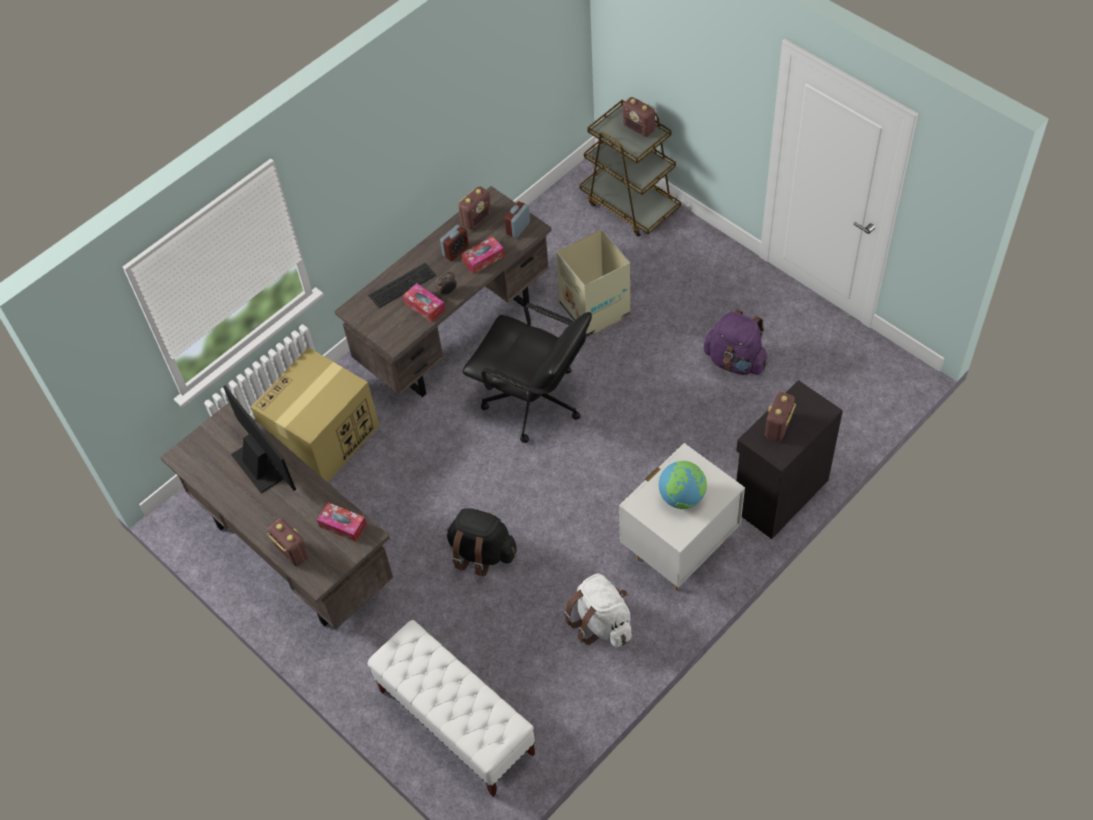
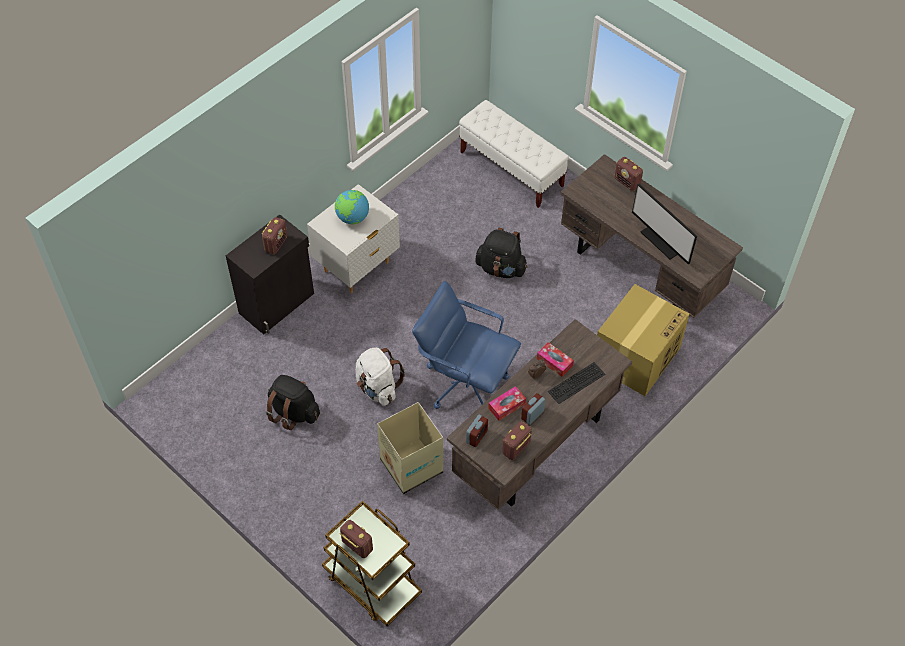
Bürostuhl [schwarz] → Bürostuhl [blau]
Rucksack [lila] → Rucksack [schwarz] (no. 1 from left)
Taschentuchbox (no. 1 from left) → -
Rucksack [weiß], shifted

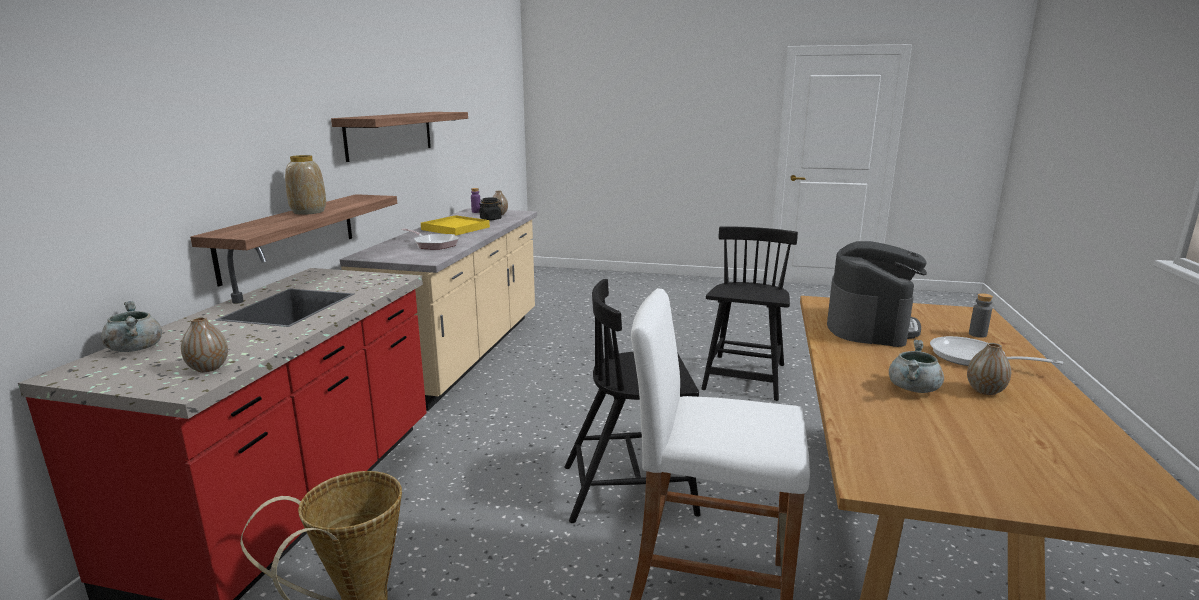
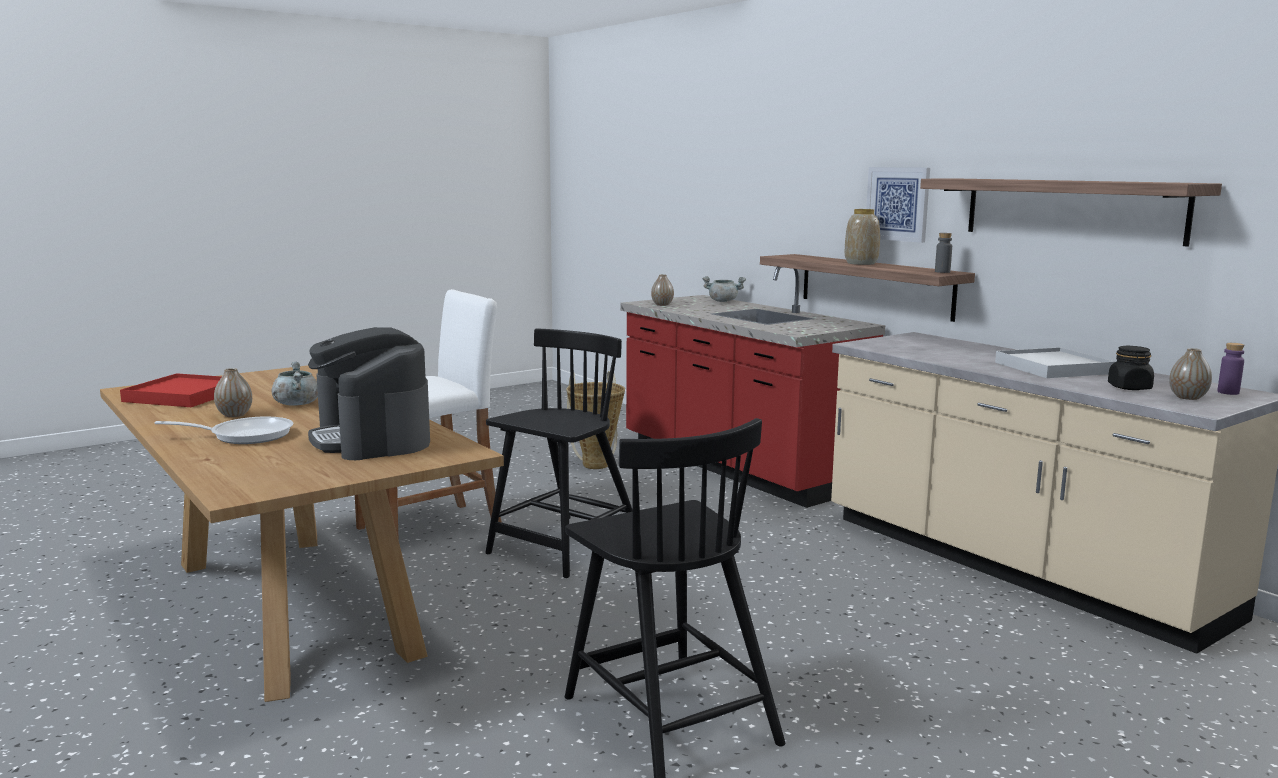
Tablett [gelb] → Tablett [weiß]
Pfanne (no. 1 from left) → -
Flasche [grau], shifted
- → Bild
- → Tablett [rot]

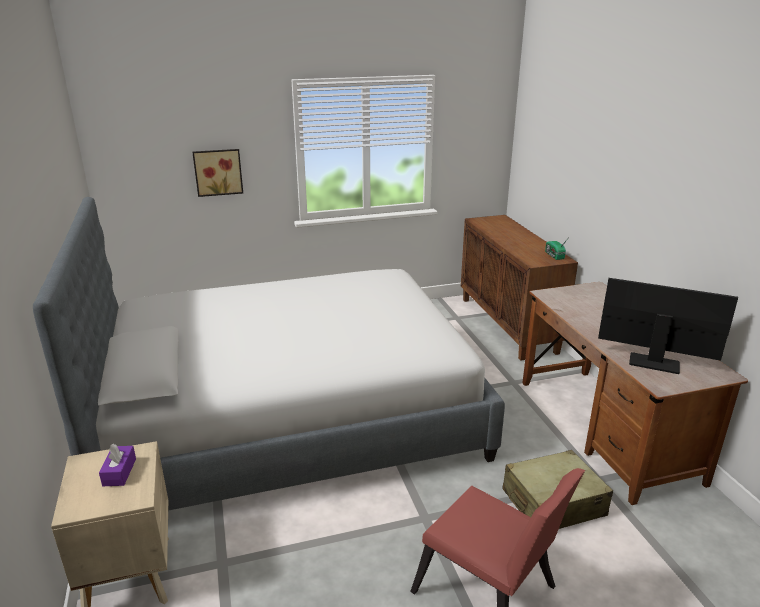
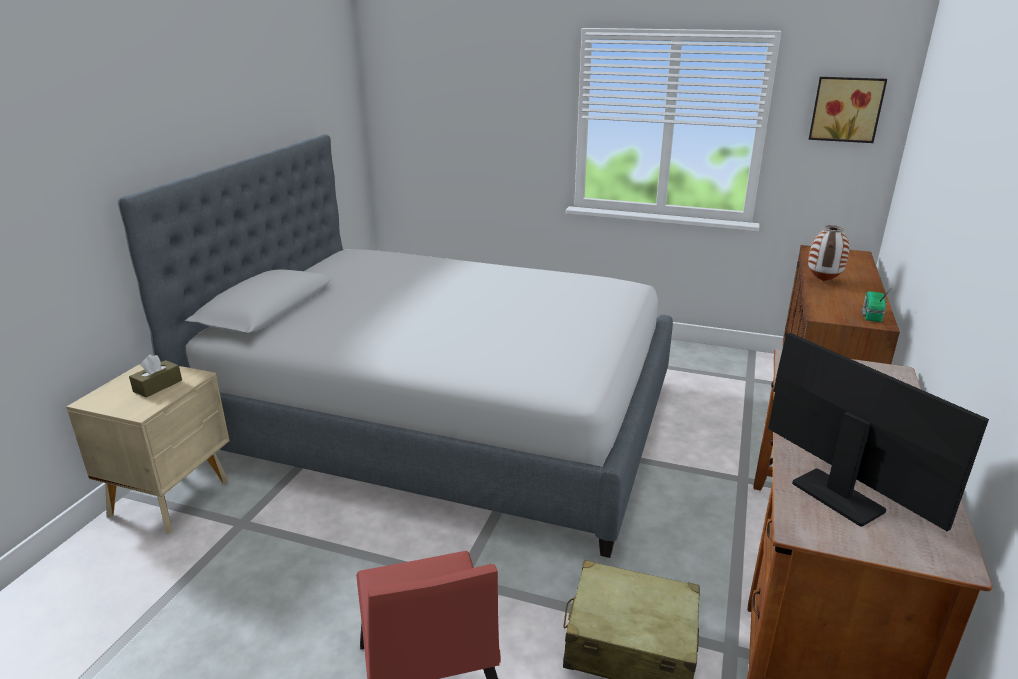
Bild, shifted
Taschentuchbox [lila] → Taschentuchbox [braun]
- → Vase

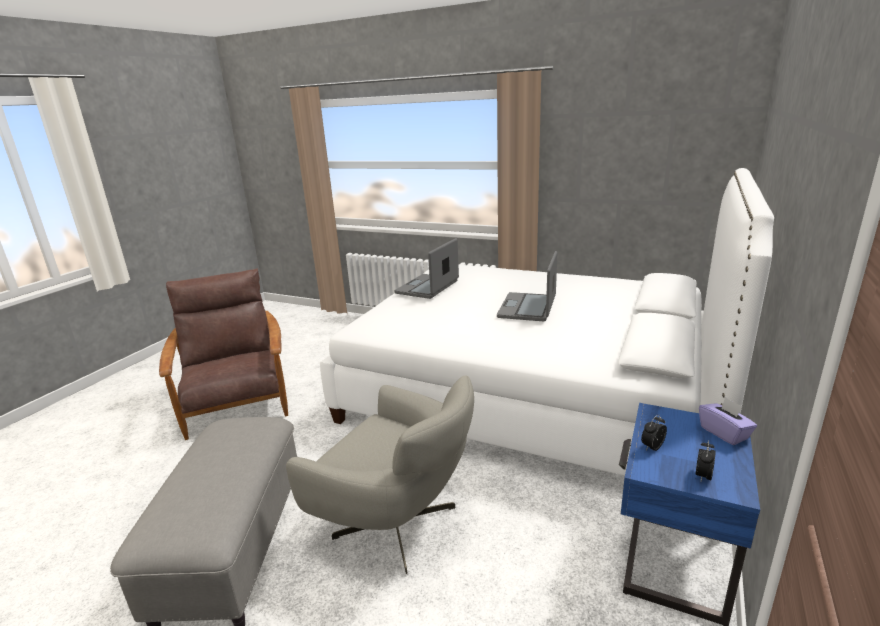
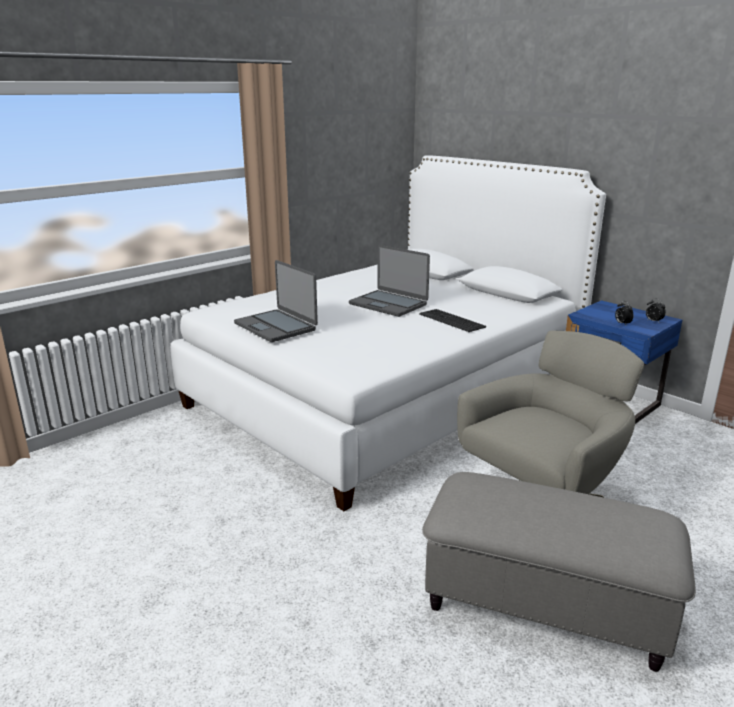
Sessel [braun] → -
Taschentuchbox [lila] → -
- → Tastatur

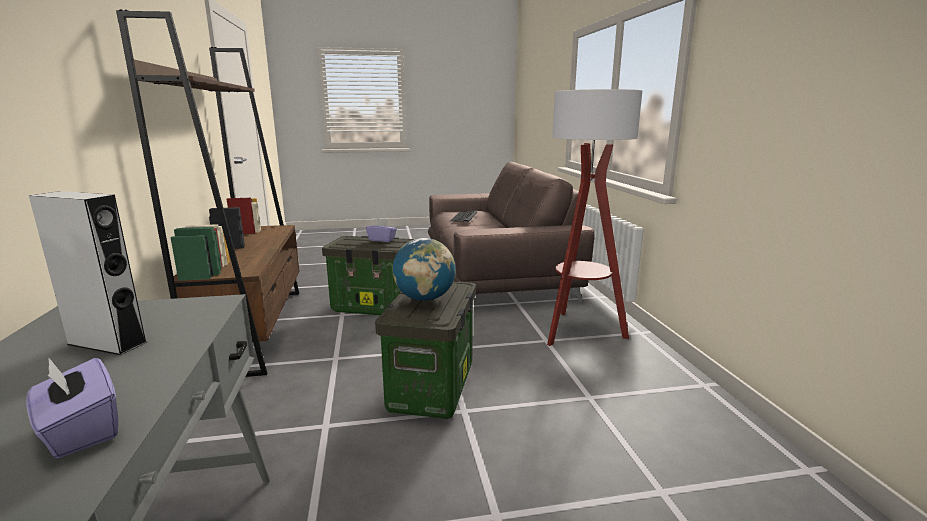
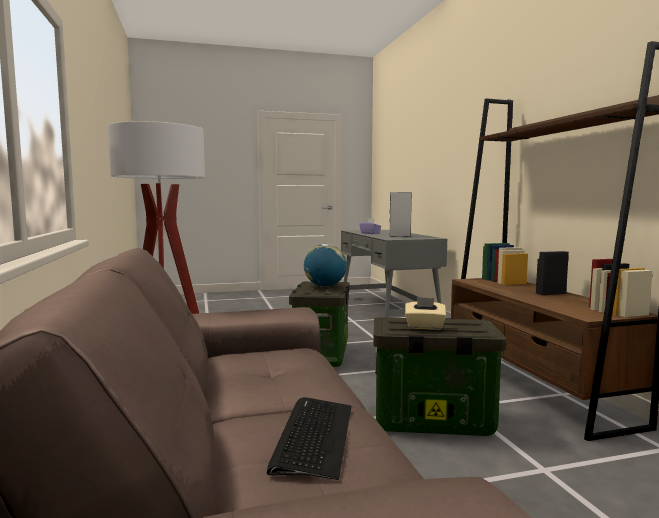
Taschentuchbox [lila] (no. 2 from left) → Taschentuchbox [beige]

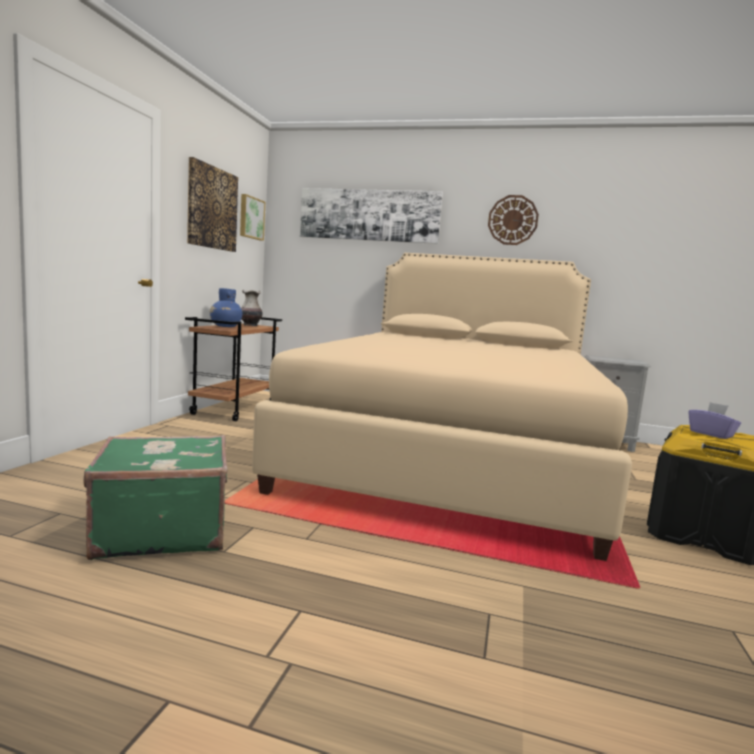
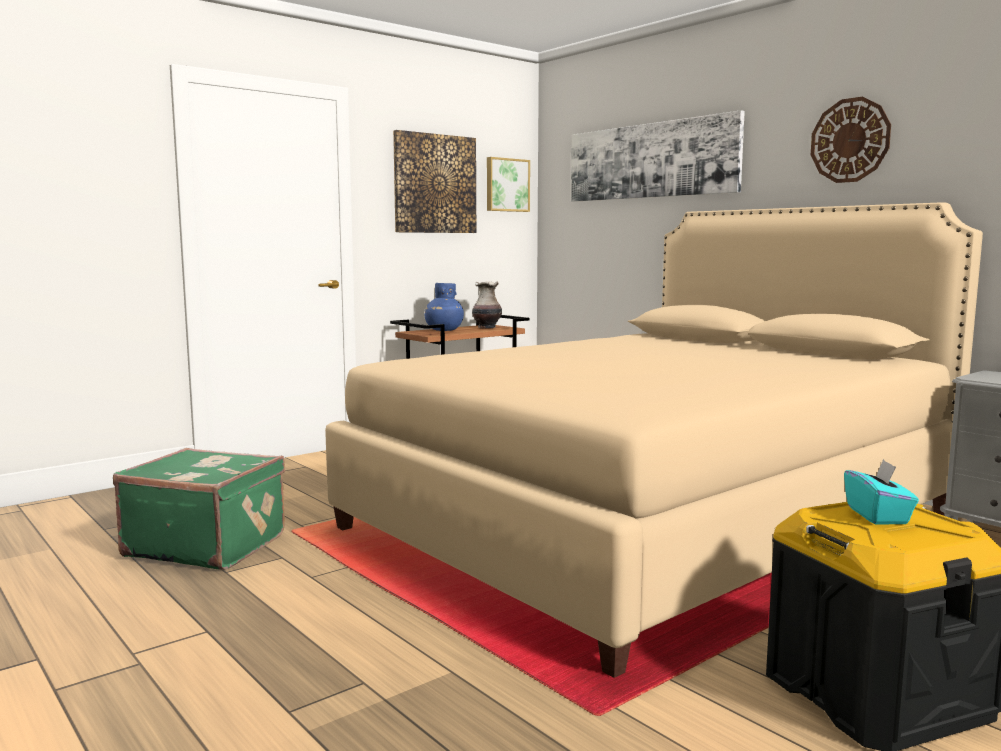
Taschentuchbox [lila] → Taschentuchbox [türkis]

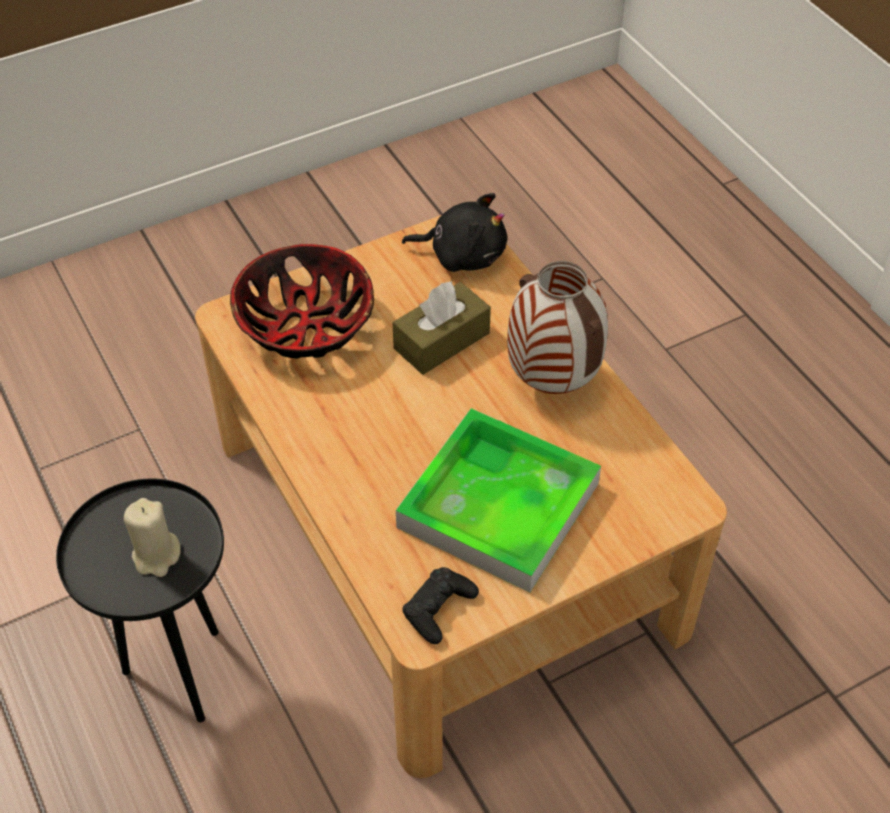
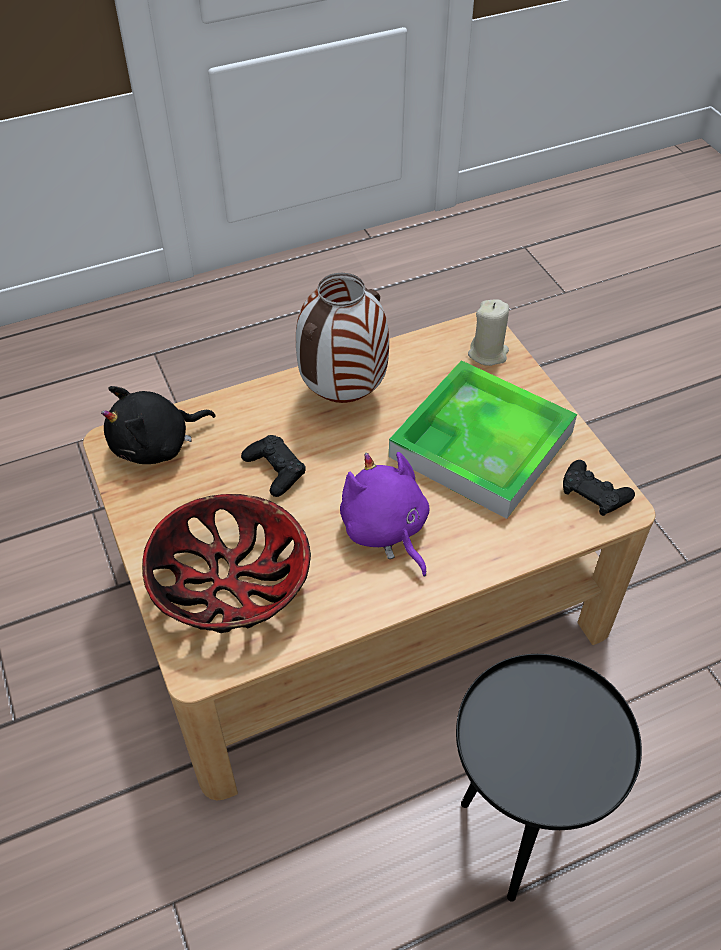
Plüschtier [schwarz], 135 degrees counterclockwise
Taschentuchbox [braun] → Gamepad [schwarz] (no. 1 from left)
Kerze [beige], shifted
- → Plüschtier [lila]

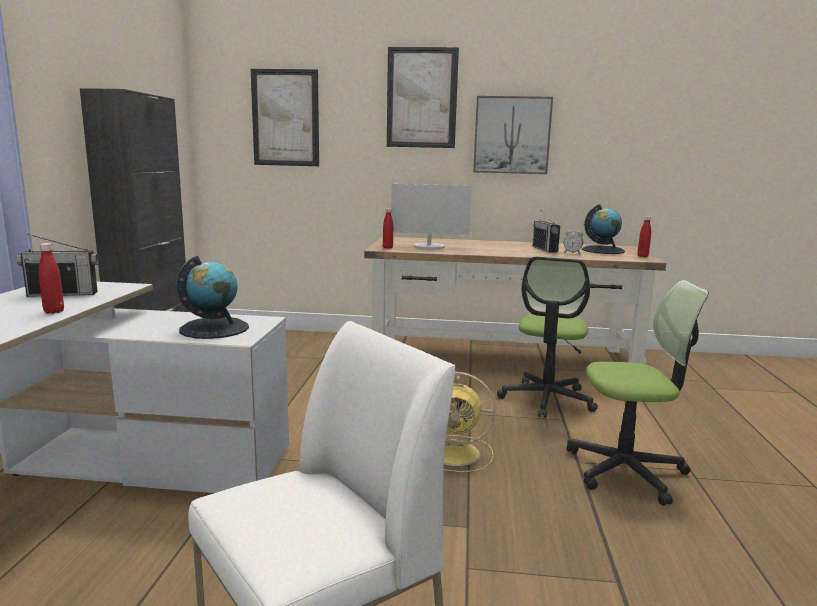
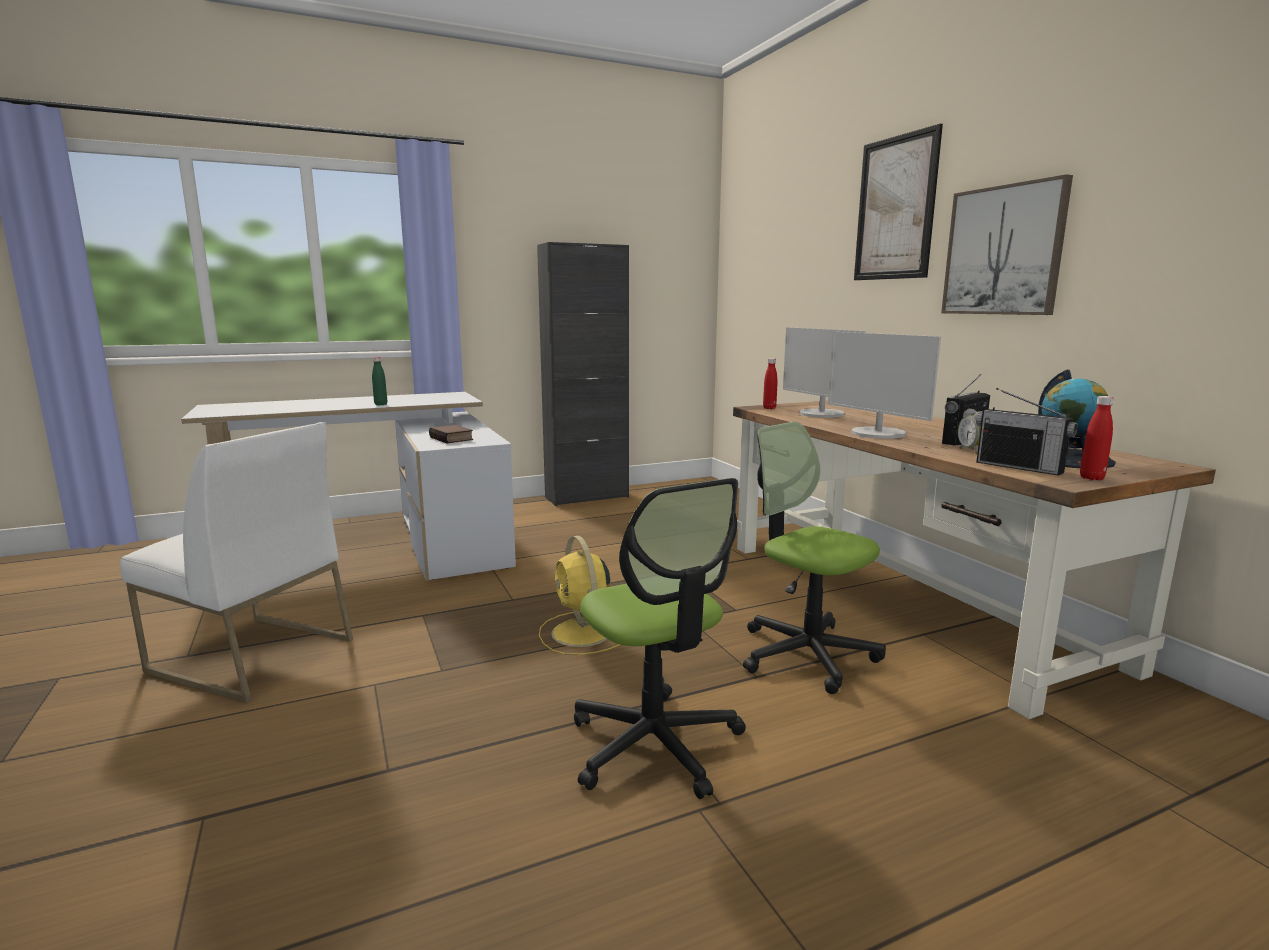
Bild (no. 1 from left) → -
Radio (no. 1 from left in the first image) → Radio (no. 2 from left), shifted
Flasche [rot] (no. 1 from left) → Flasche [grün]
Globus (no. 1 from left) → Buch
Bürostuhl (no. 1 from left in the first image) → Bürostuhl (no. 2 from left), 60 degrees clockwise
- → Monitor (no. 2 from left)

